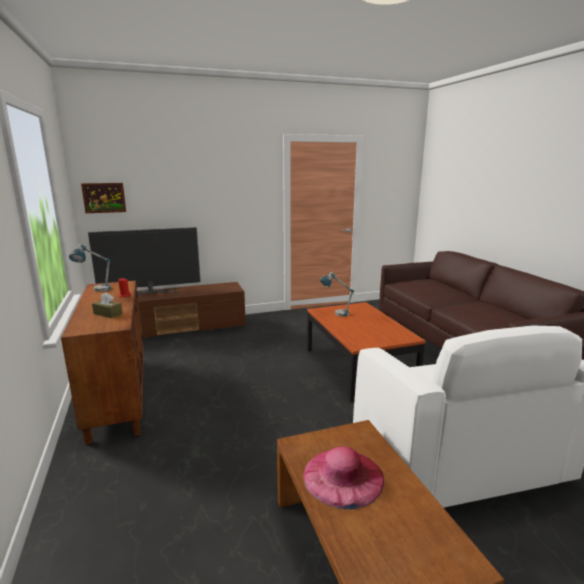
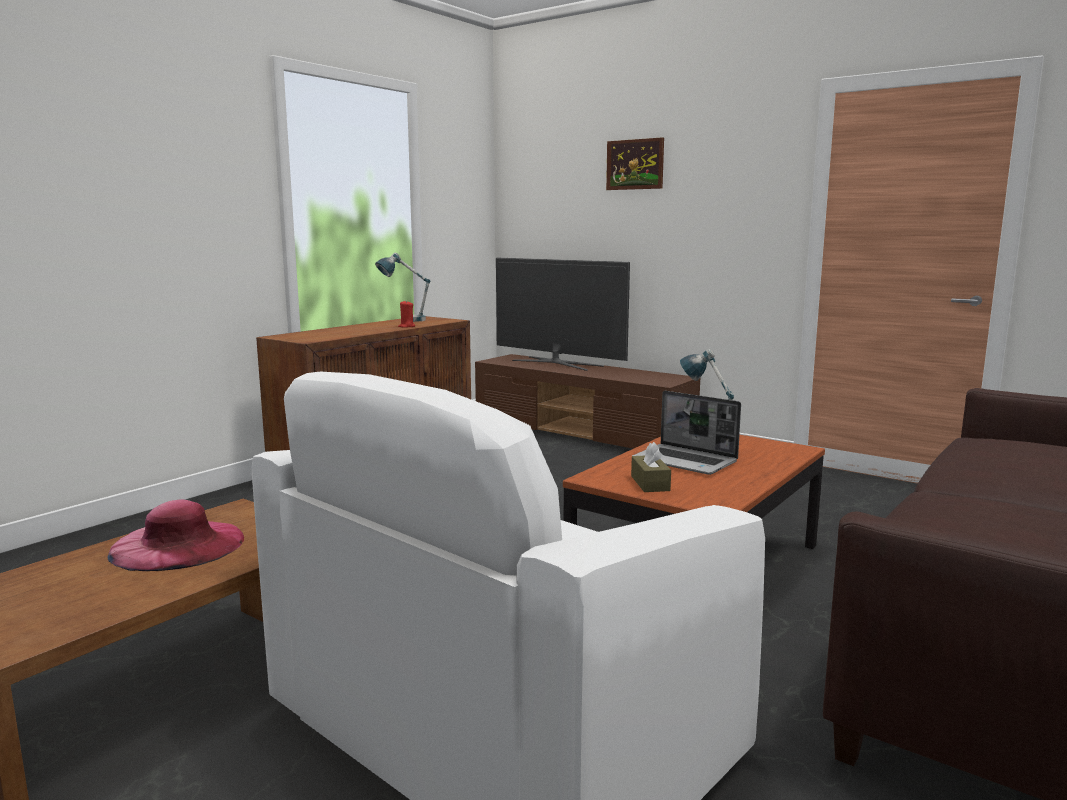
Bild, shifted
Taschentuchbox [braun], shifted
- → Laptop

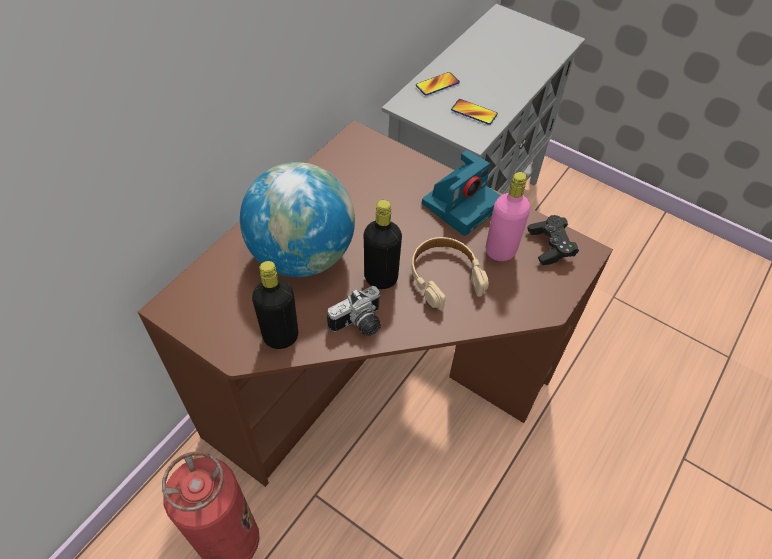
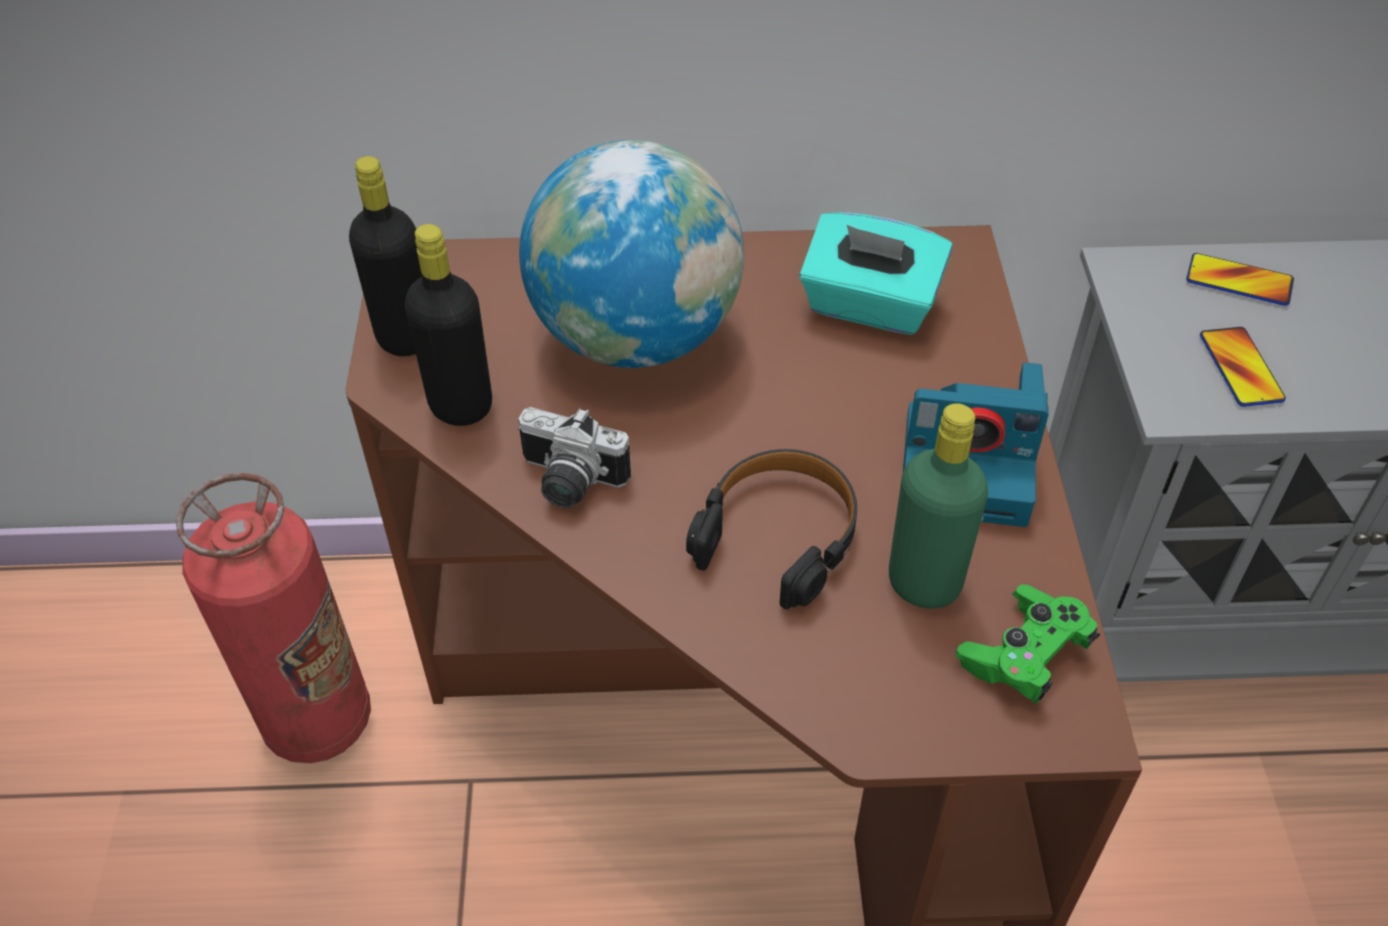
Flasche [rosa] → Flasche [grün]
Flasche [schwarz] (no. 2 from left in the first image) → Flasche [schwarz] (no. 1 from left), shifted
Gamepad [schwarz] → Gamepad [grün]
Kopfhörer [beige] → Kopfhörer [schwarz]
- → Taschentuchbox [türkis]

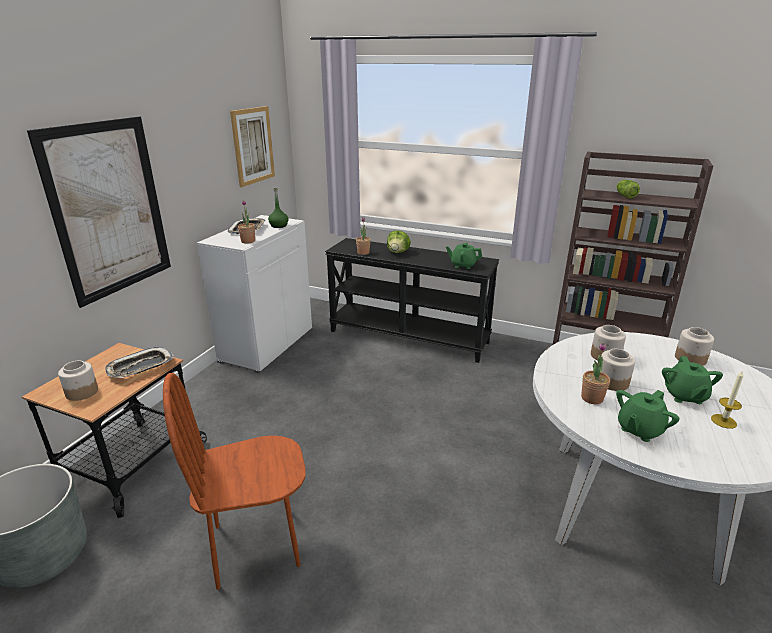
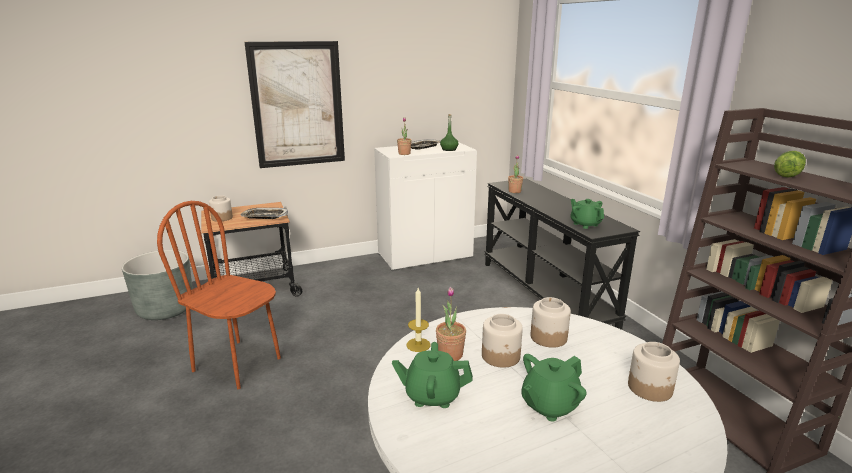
Bild (no. 2 from left) → -
Salatkopf (no. 1 from left) → -
Kerze, shifted

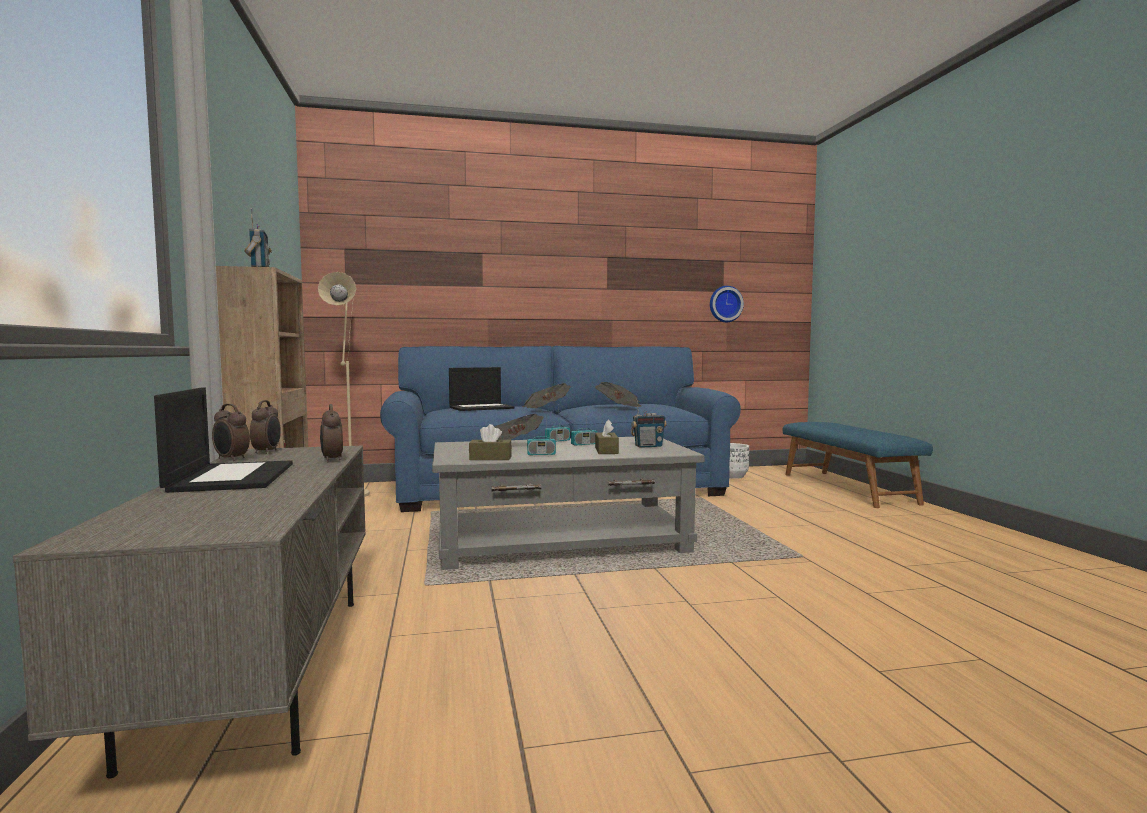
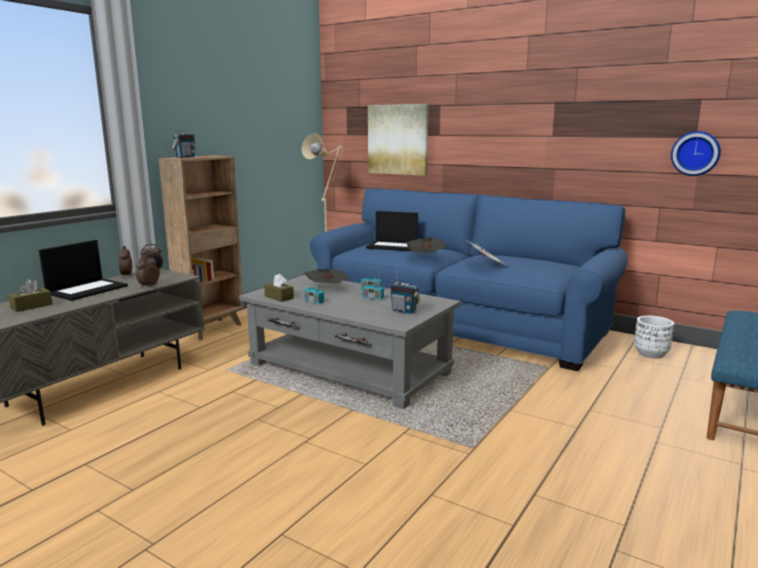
Taschentuchbox [braun] (no. 2 from left in the first image) → Taschentuchbox [braun] (no. 1 from left), shifted
- → Bild

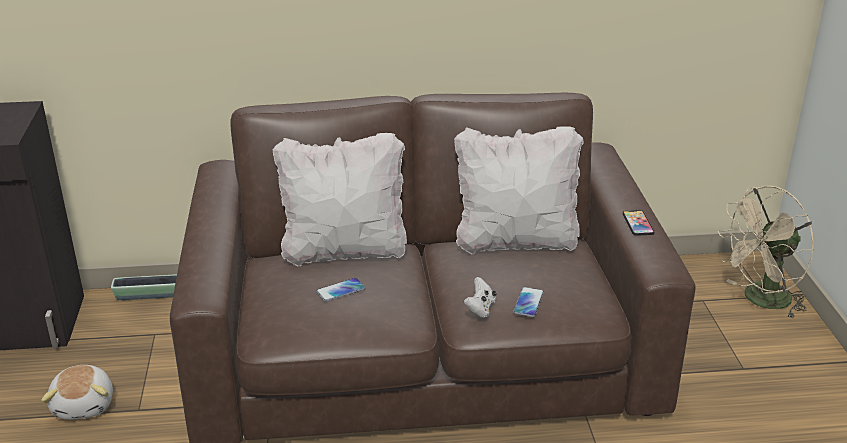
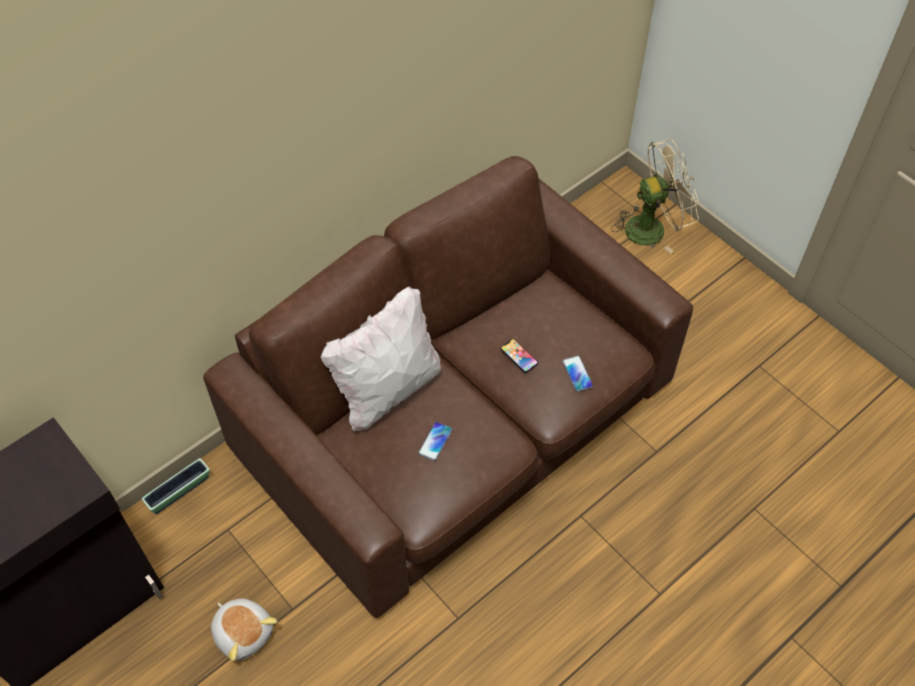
Kissen [weiß] (no. 2 from left) → -
Ventilator [beige], 135 degrees counterclockwise
Handy (no. 3 from left in the first image) → Handy (no. 2 from left), shifted
Gamepad [weiß] → -

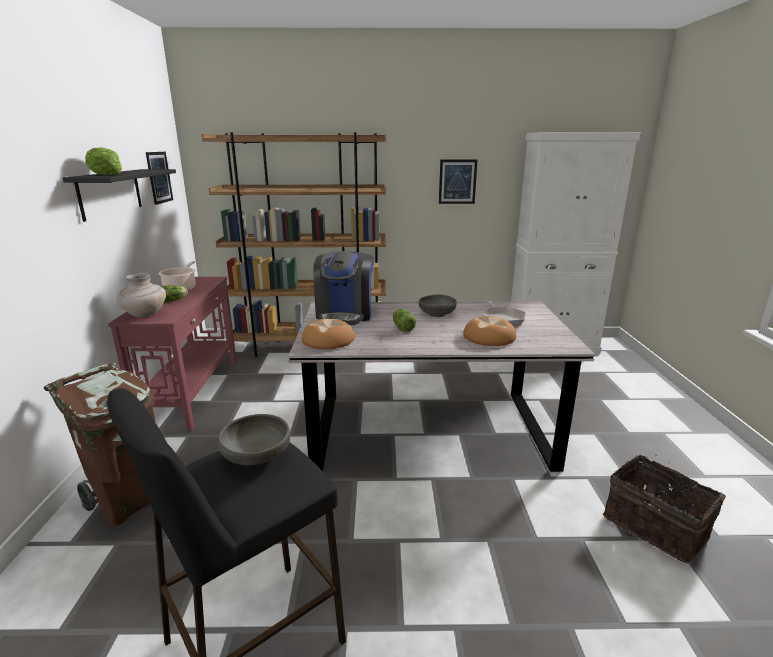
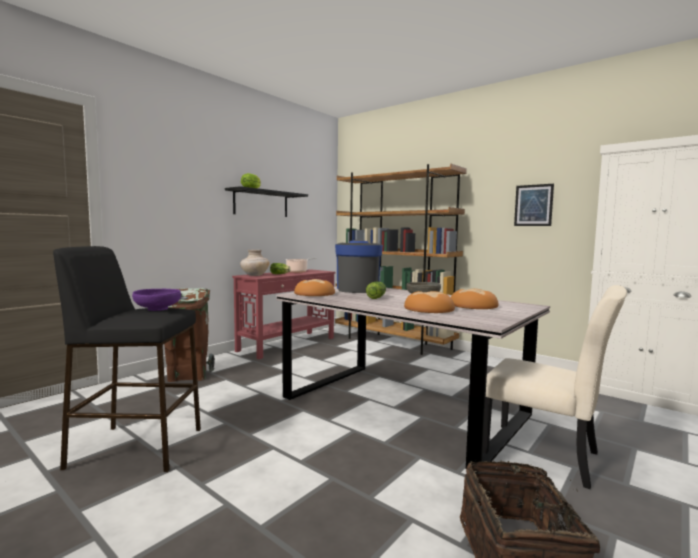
Bild (no. 1 from left) → -
Kaffeemaschine, 135 degrees clockwise
Pfanne → Brot (no. 3 from left)
Schüssel [grau] (no. 1 from left) → Schüssel [lila]
- → Stuhl [beige]

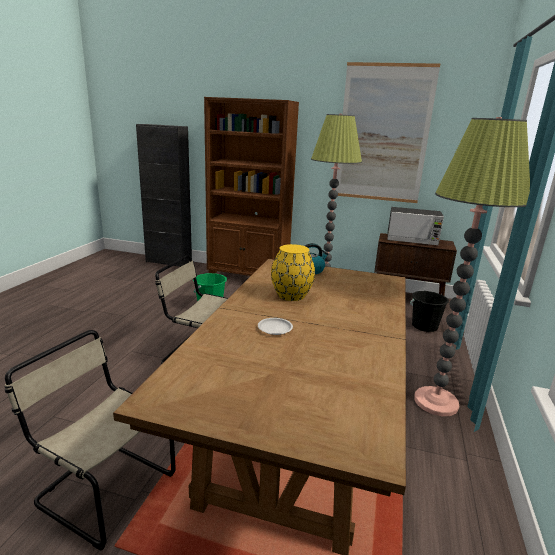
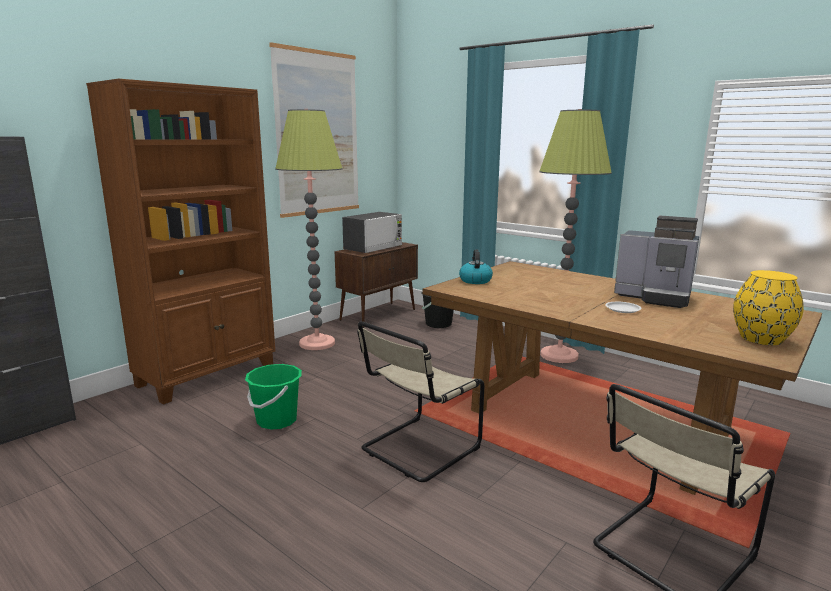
Vase [gelb], shifted
- → Kaffeemaschine

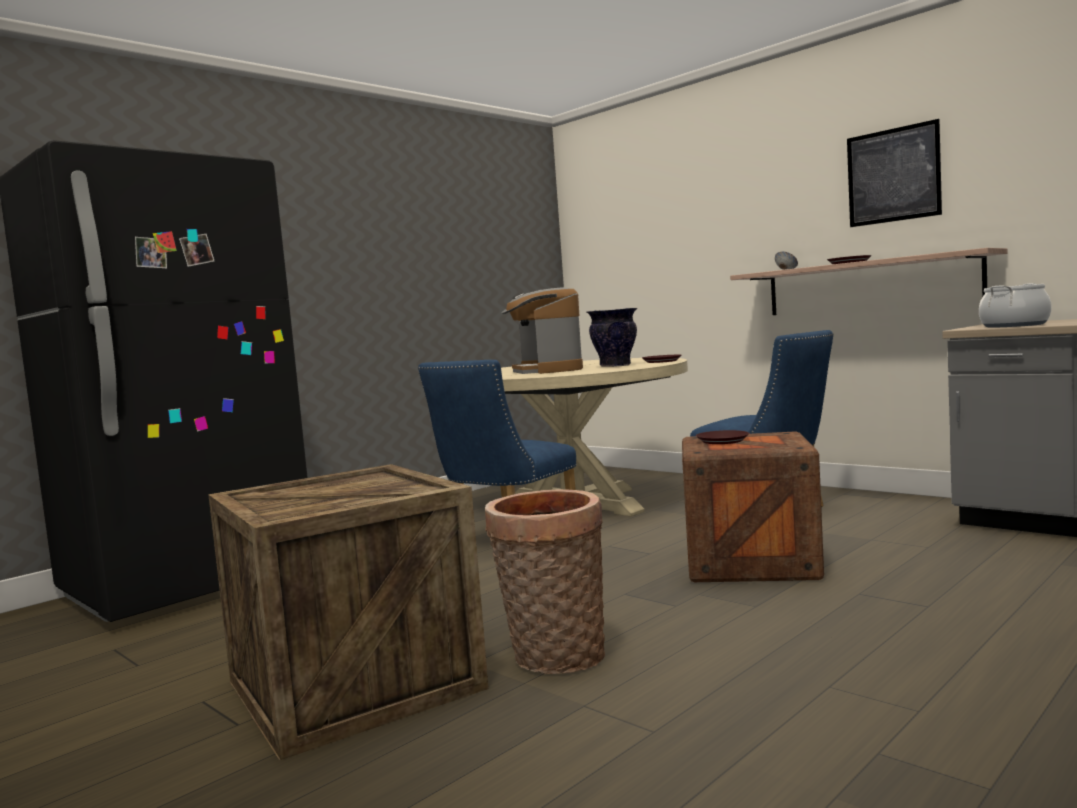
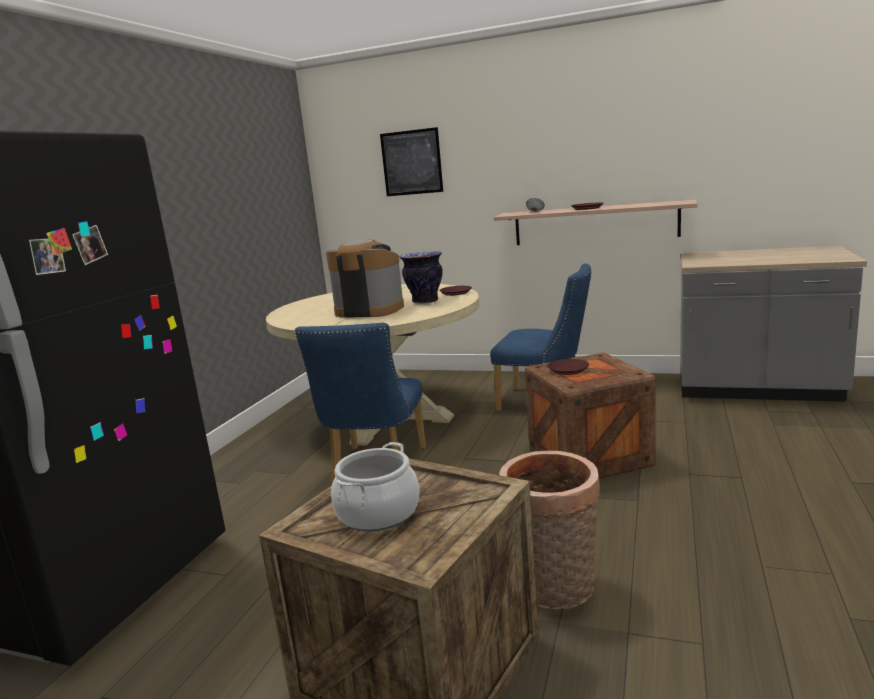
Bild, shifted
Kochtopf, shifted
Kaffeemaschine, 150 degrees clockwise

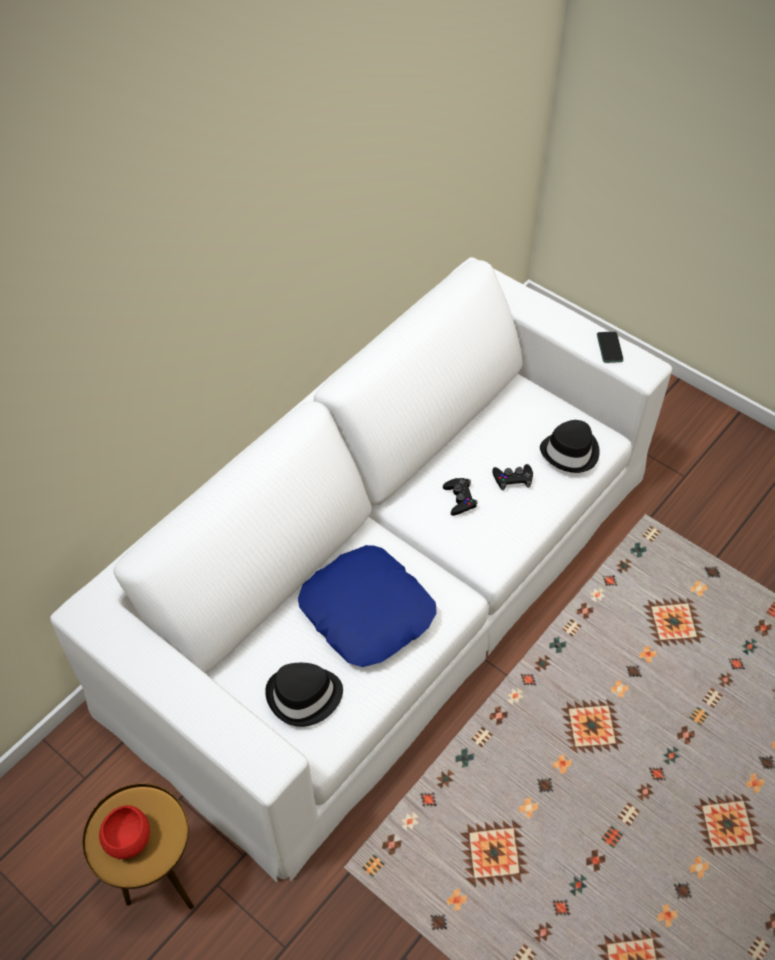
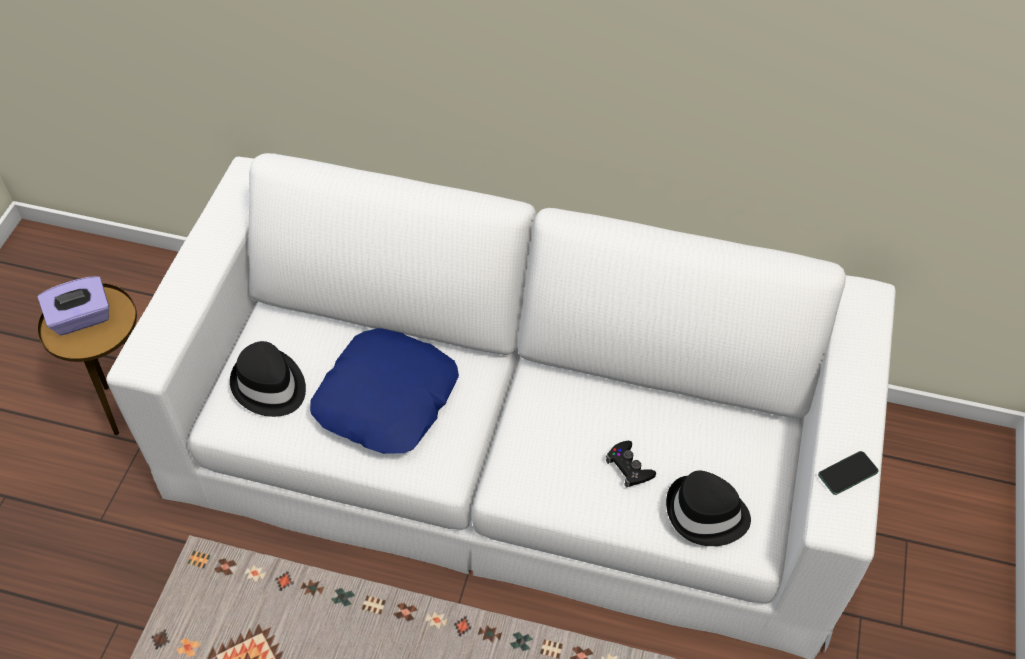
Gamepad [schwarz] (no. 1 from left) → -
Schüssel [rot] → Taschentuchbox [lila]

